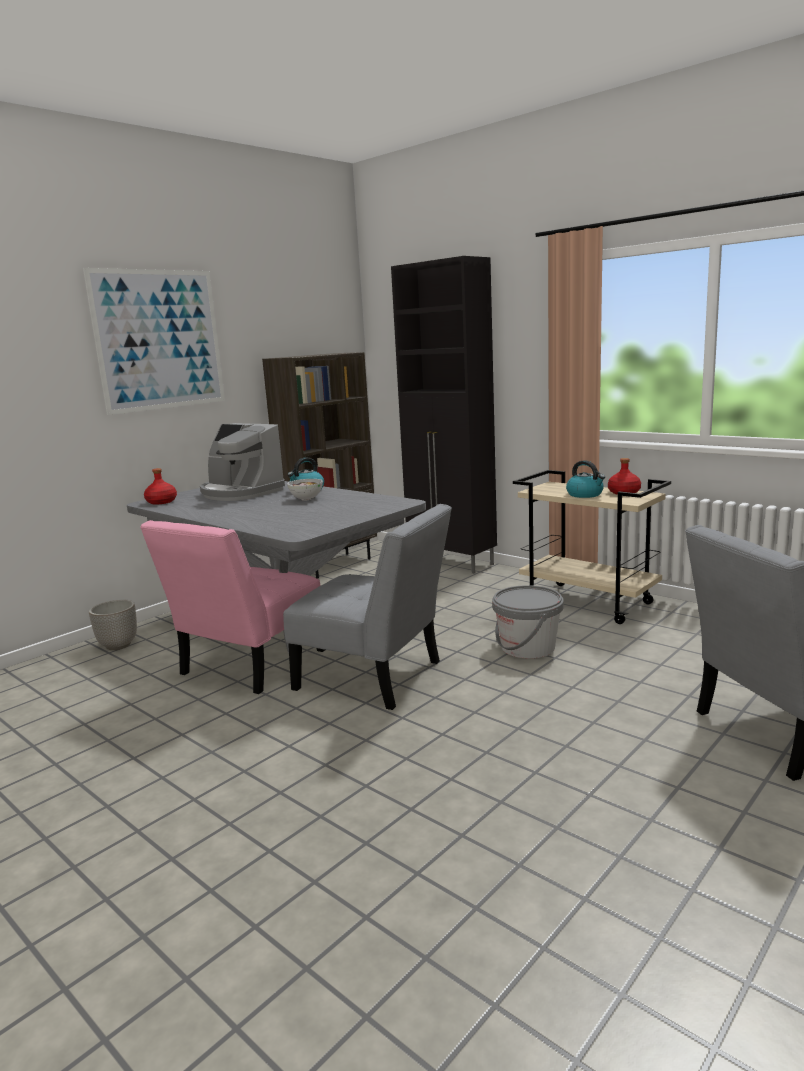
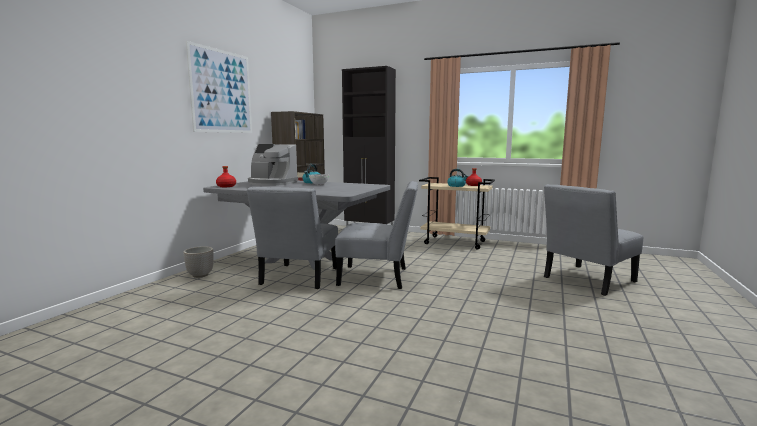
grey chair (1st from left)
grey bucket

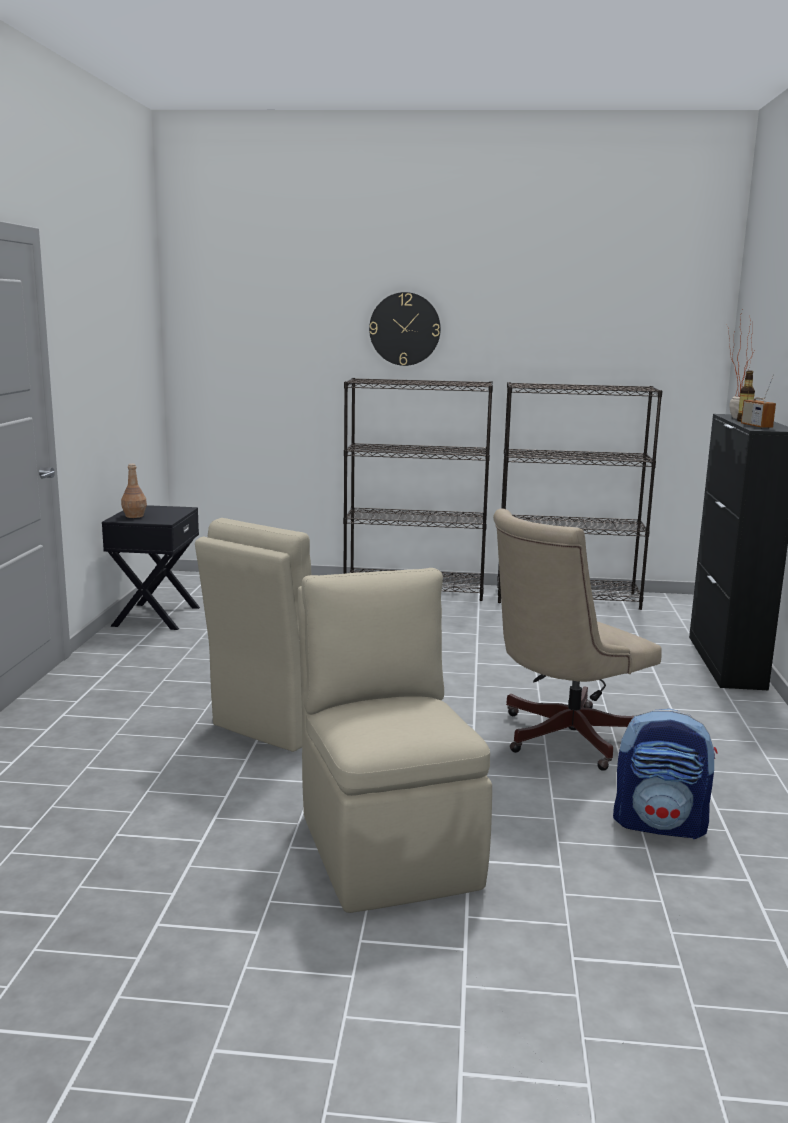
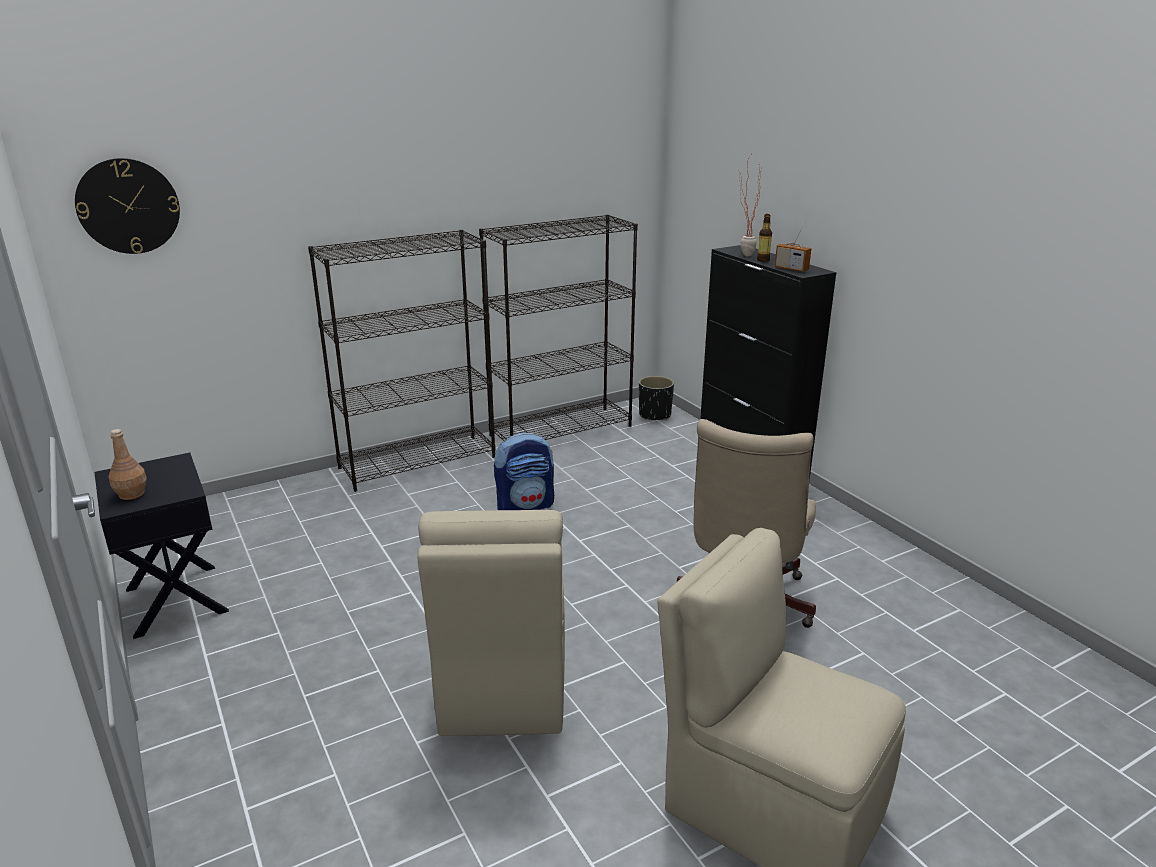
wall clock
backpack
black planter

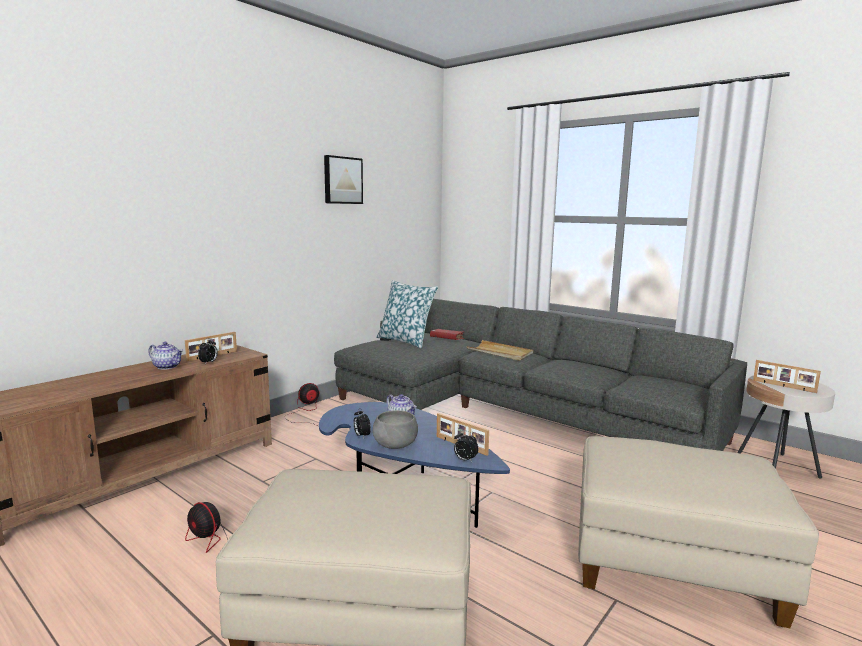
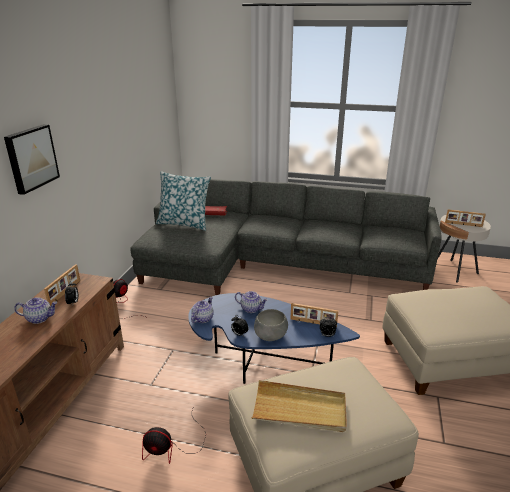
picture
teapot (2nd from left)
beige tray

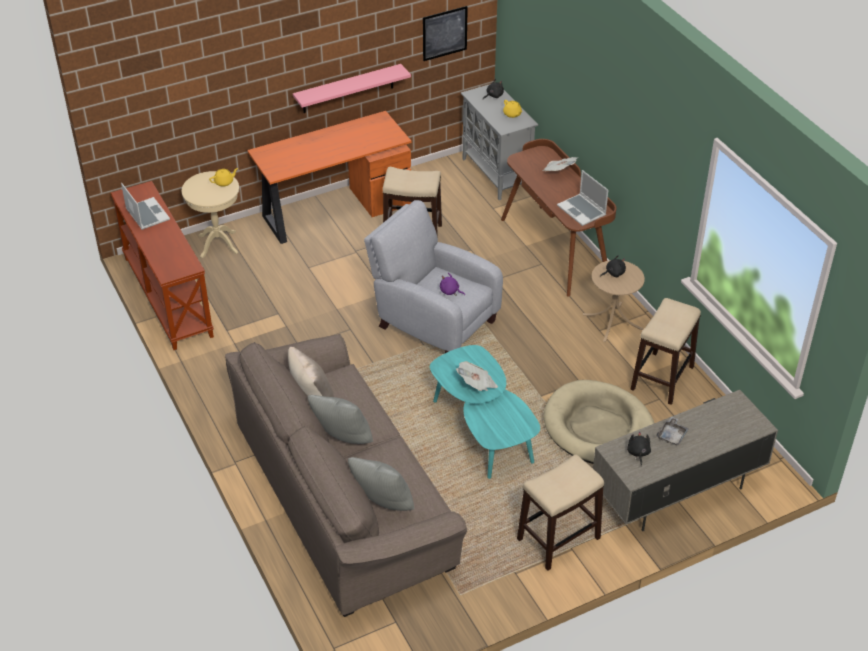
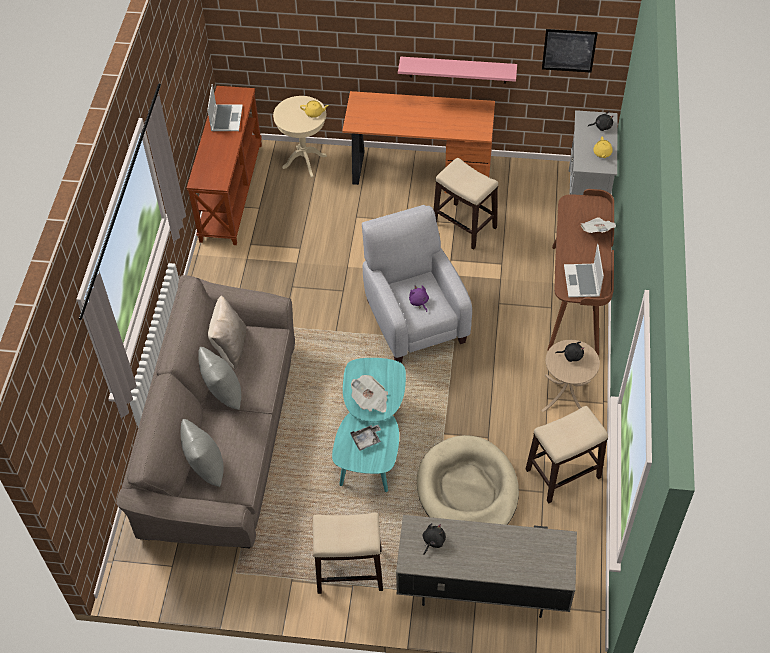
grey tray

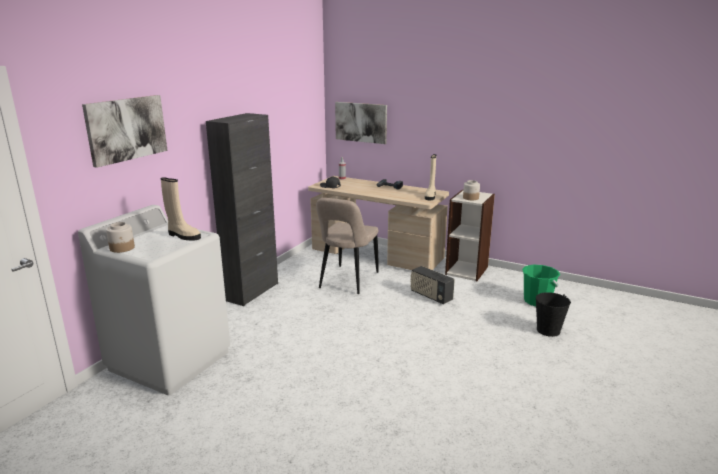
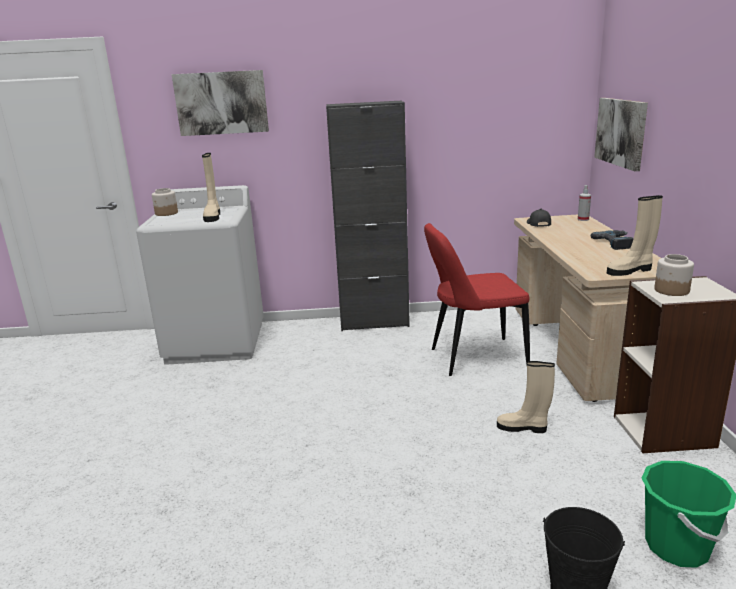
red chair
beige boot (2nd from left)

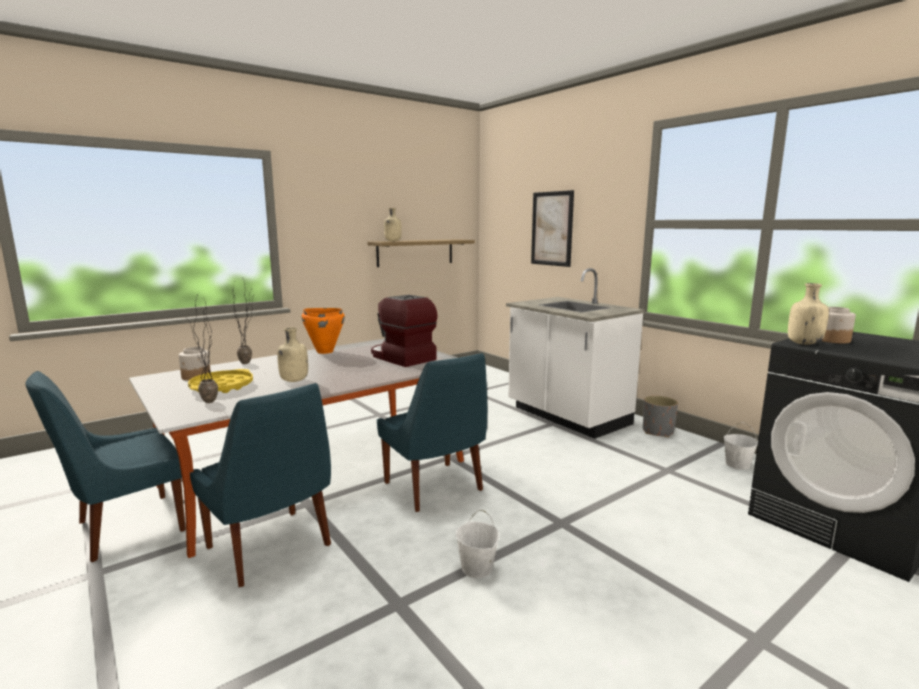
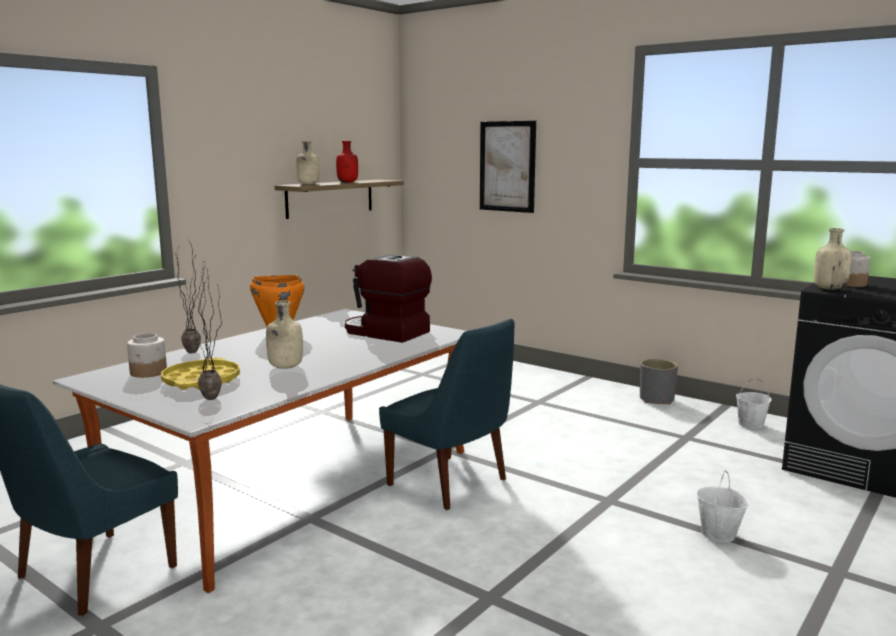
red bottle
white bucket (1st from left)
blue chair (2nd from left in the first image)
white counter

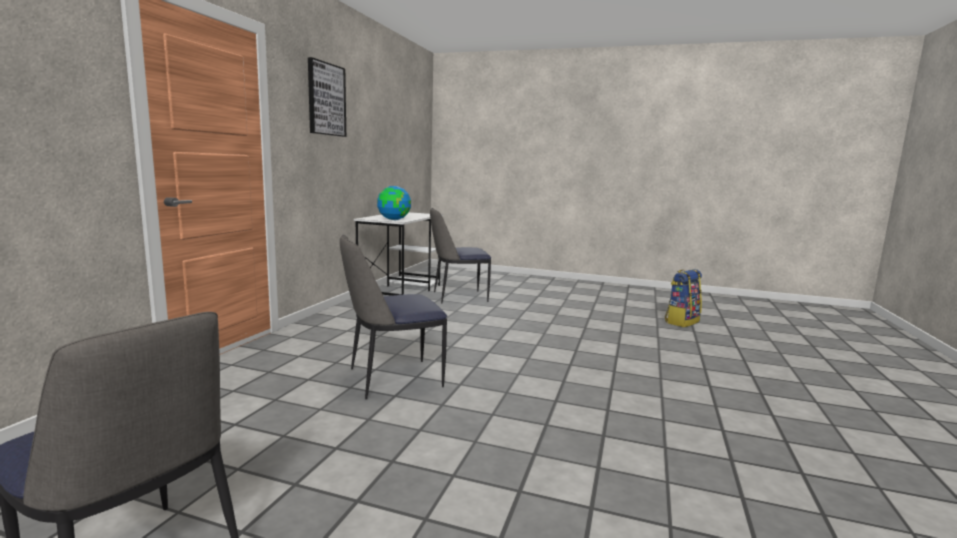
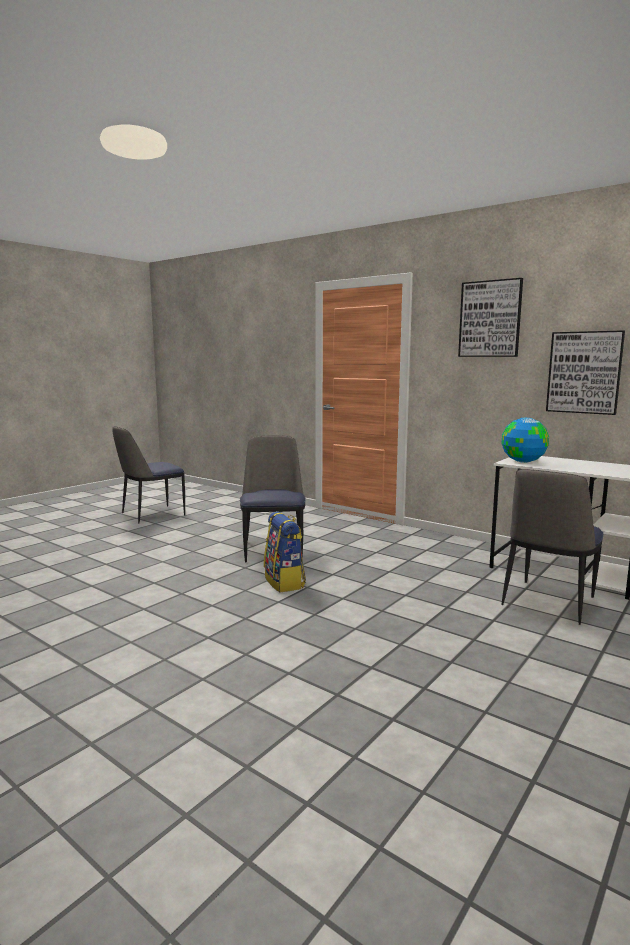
backpack
chair (3rd from left)
picture (2nd from left)

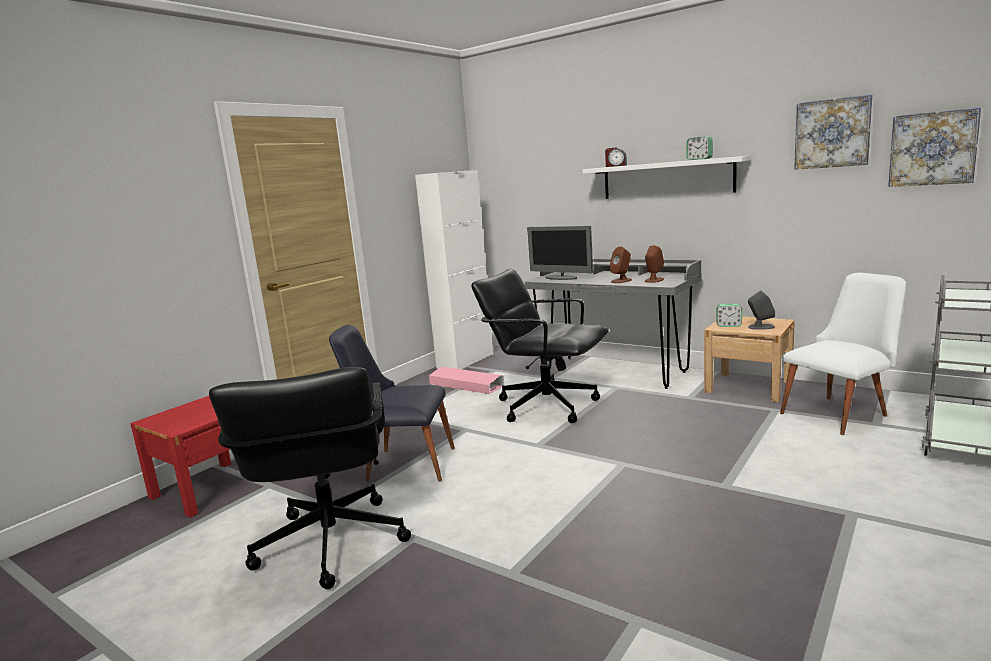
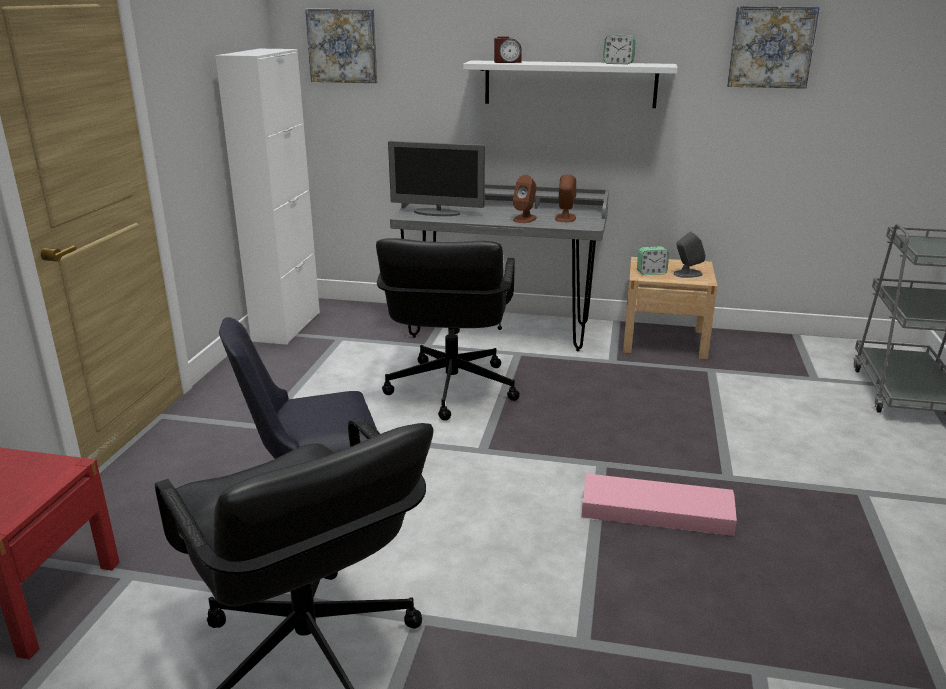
picture (1st from left)
black office chair (2nd from left)
pink storage box
white chair

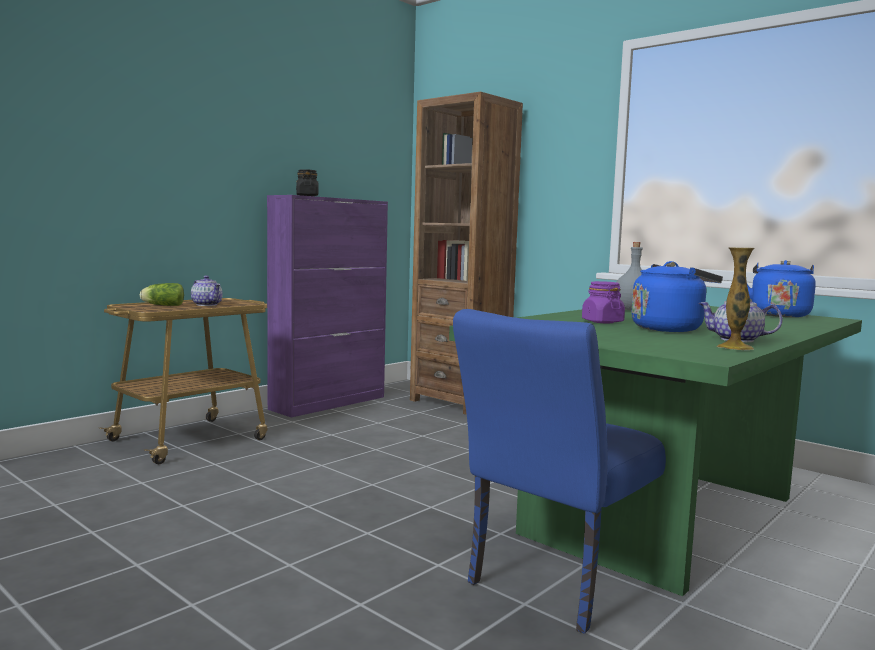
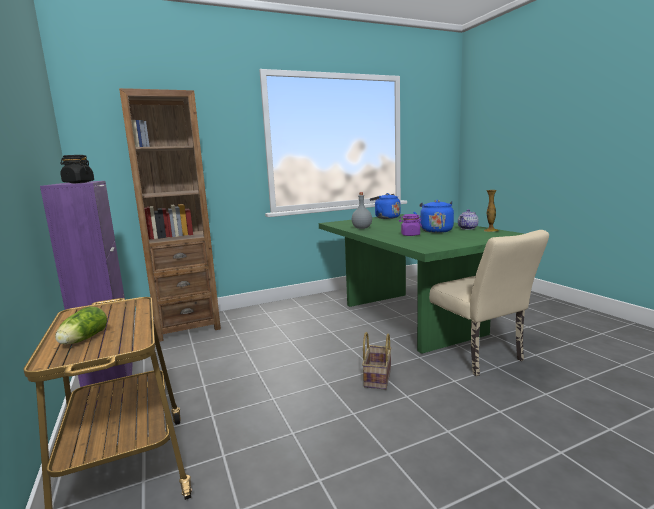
basket
beige chair
teapot (1st from left in the first image)

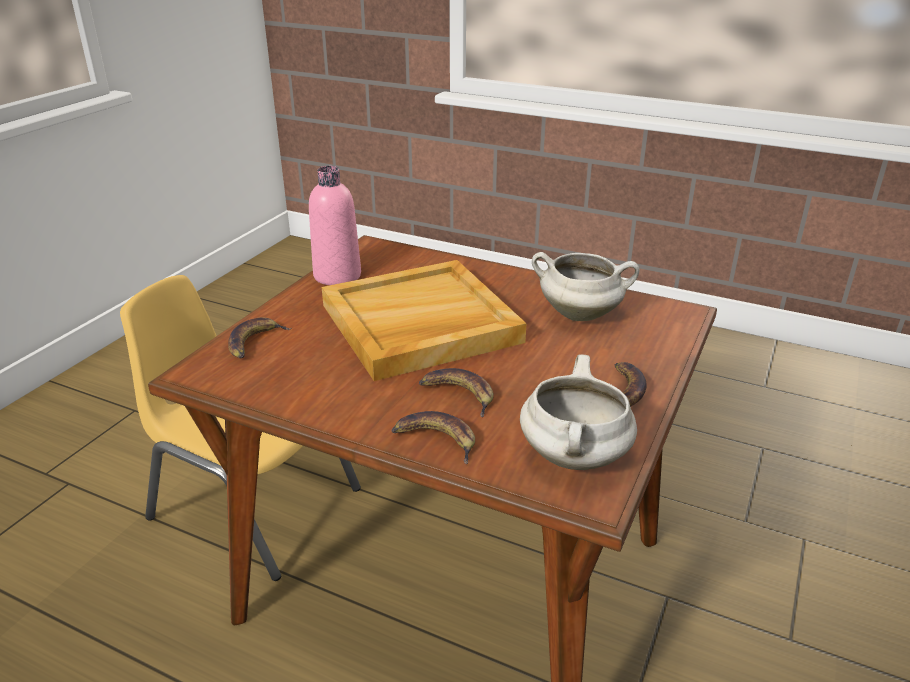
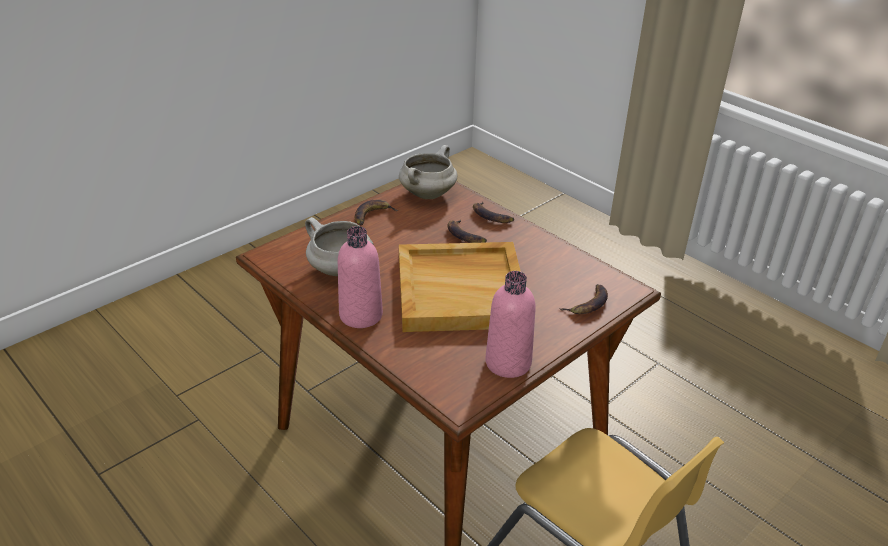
pink bottle (1st from left)

